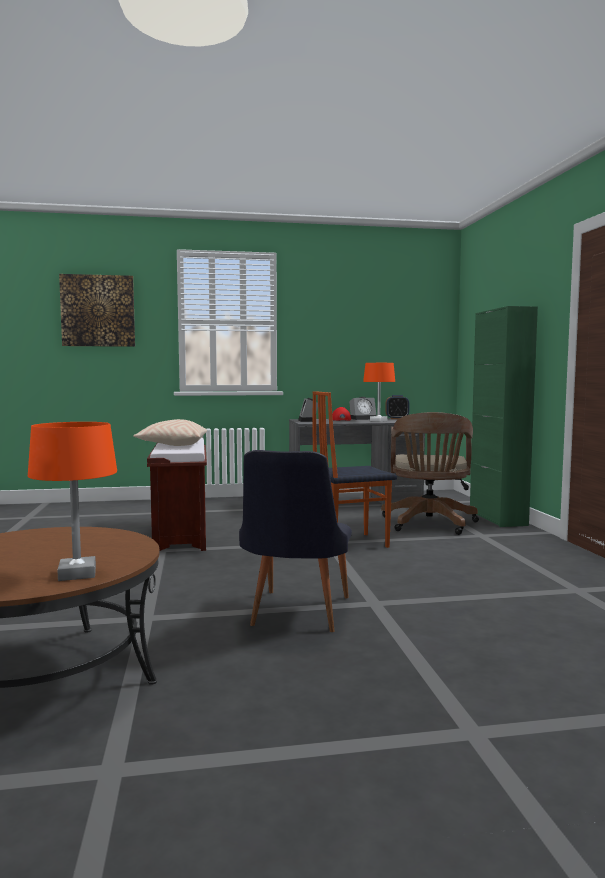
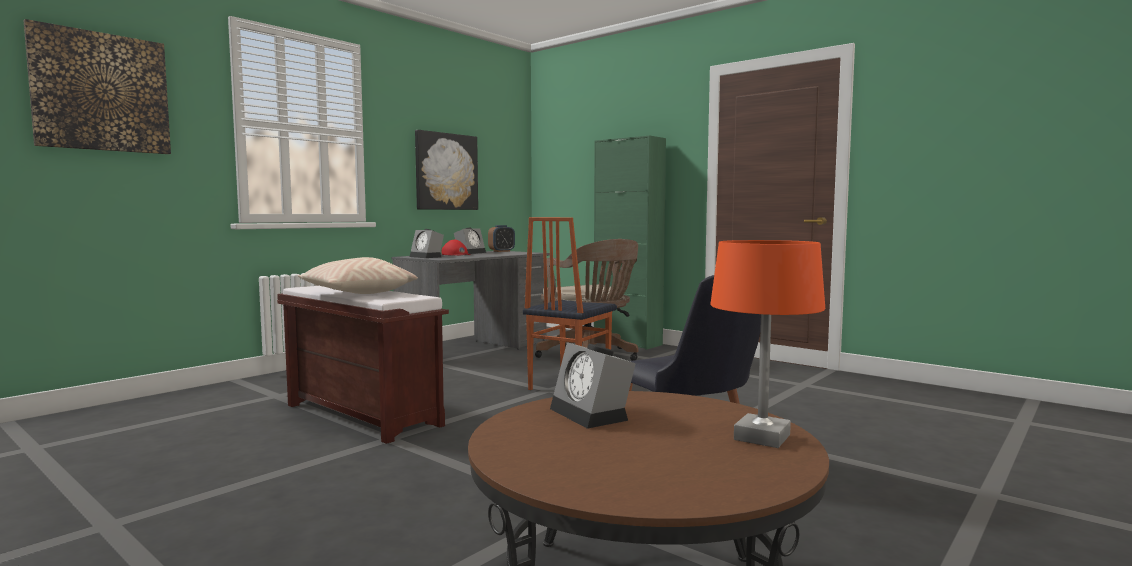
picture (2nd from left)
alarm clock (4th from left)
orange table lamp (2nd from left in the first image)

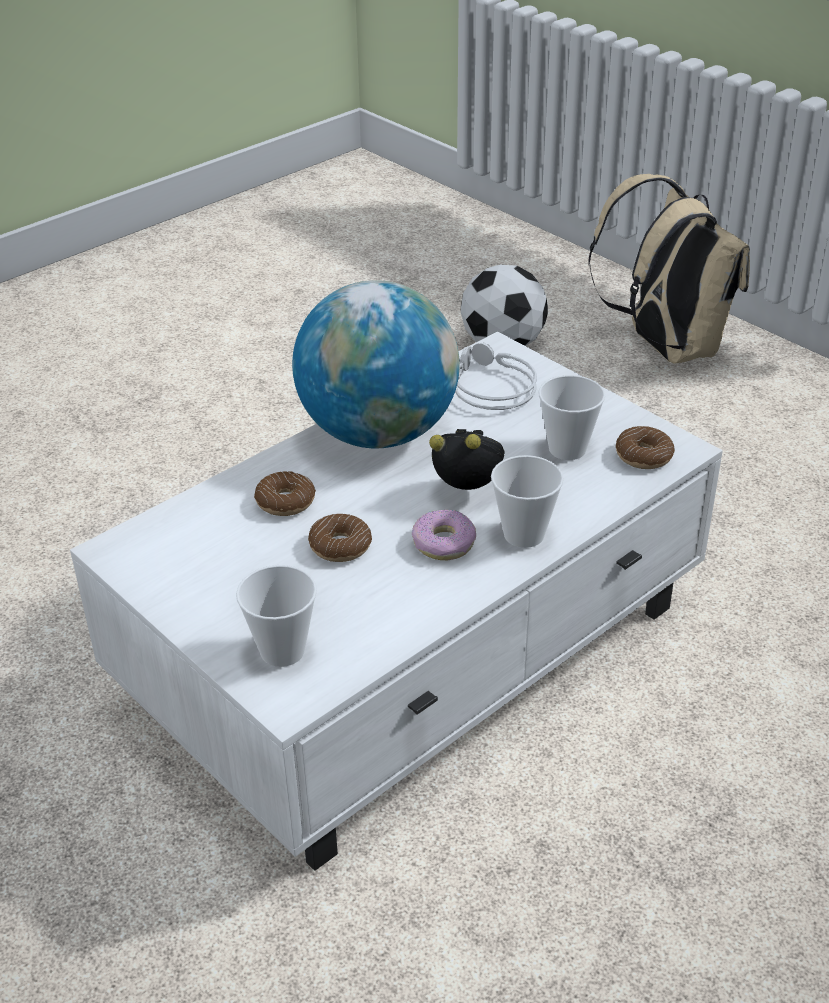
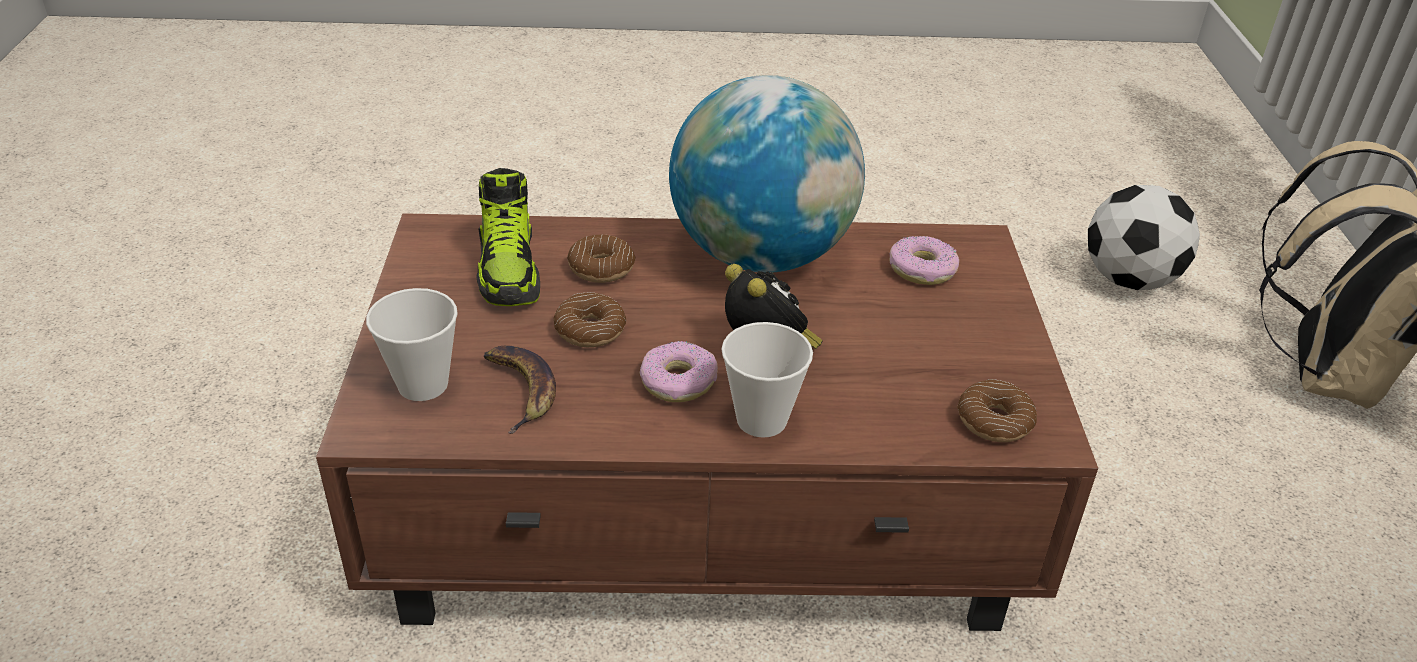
brown coffee table
shoe
banana
donut (4th from left)
cup (3rd from left in the first image)

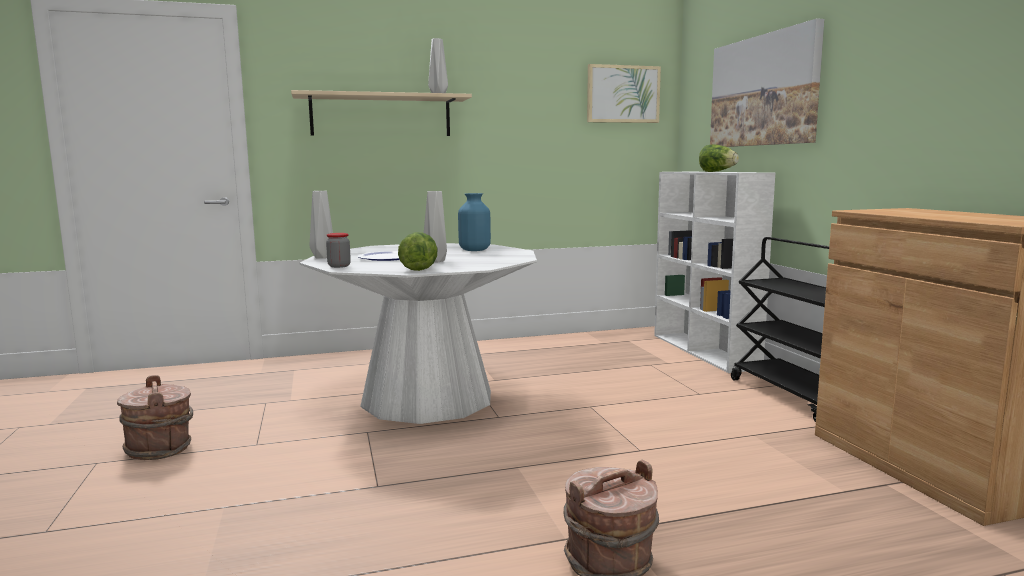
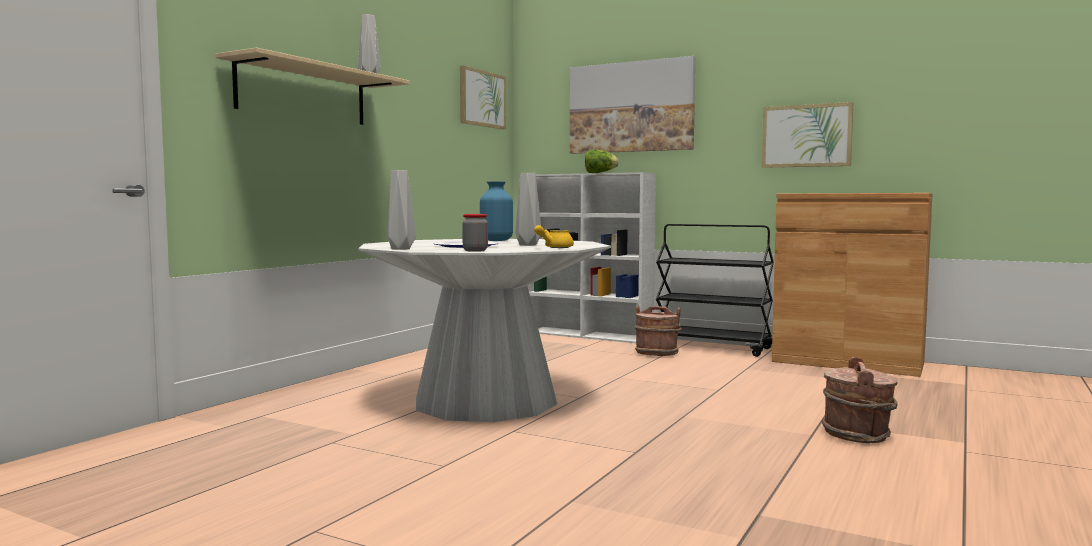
yellow teapot
brown bucket (1st from left)
picture (3rd from left)

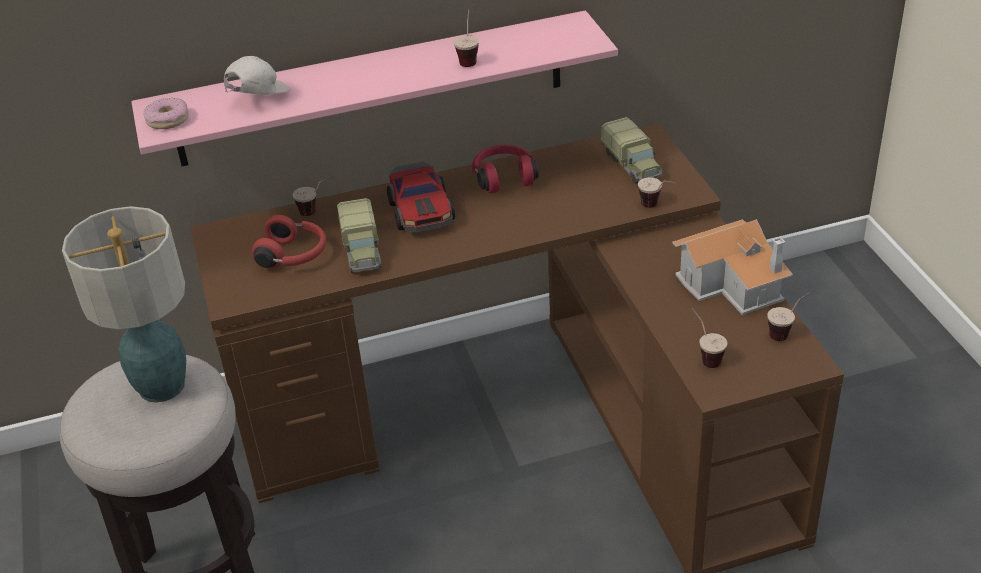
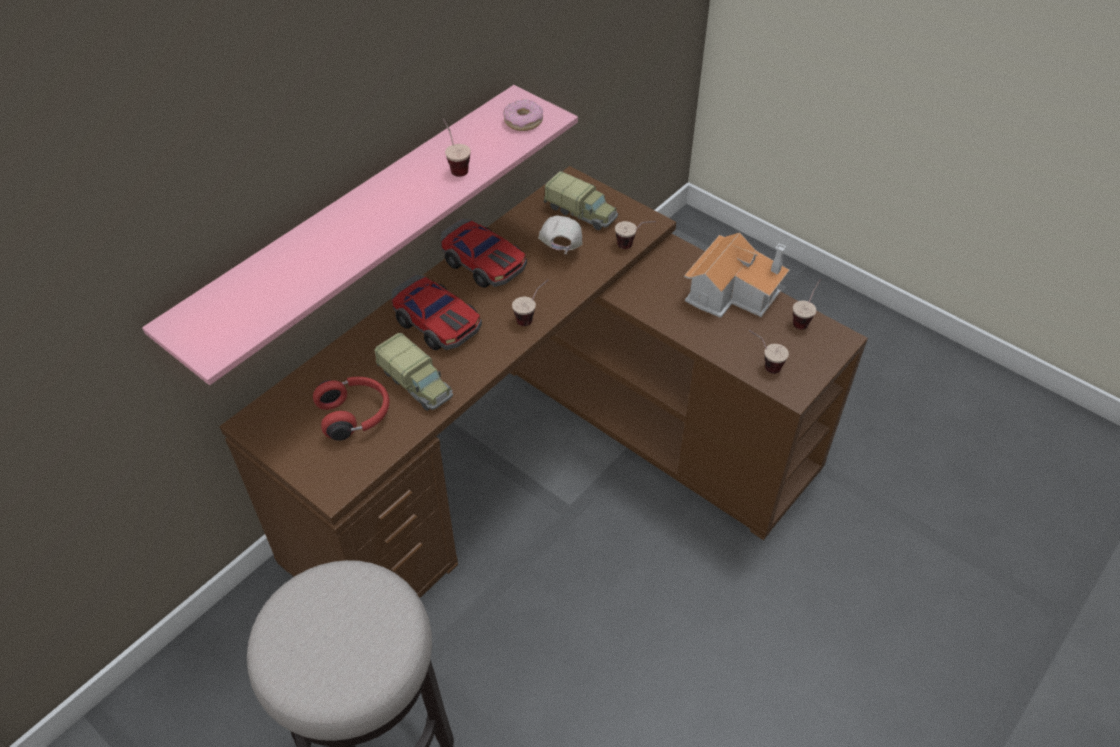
toy car (2nd from left)
donut
cup (2nd from left)
white cap
table lamp

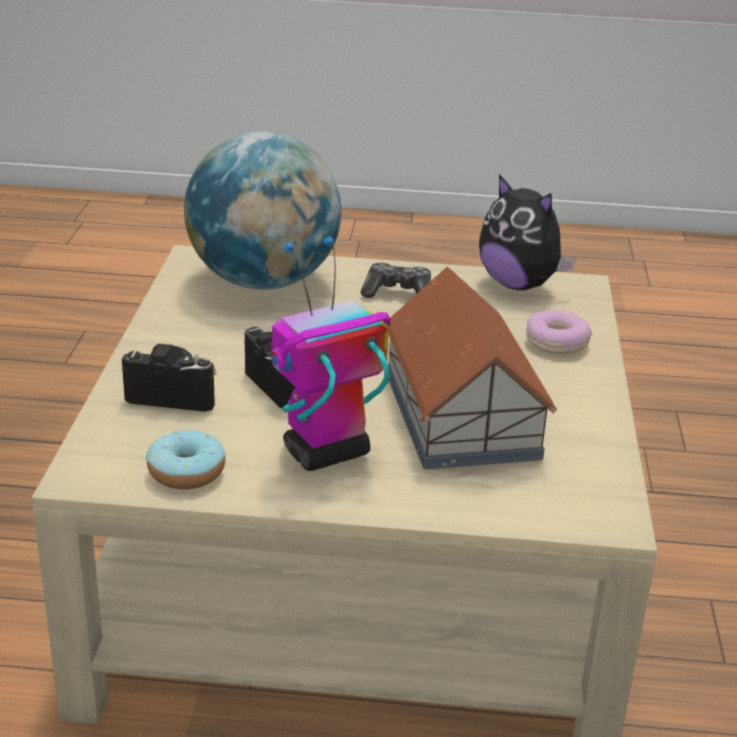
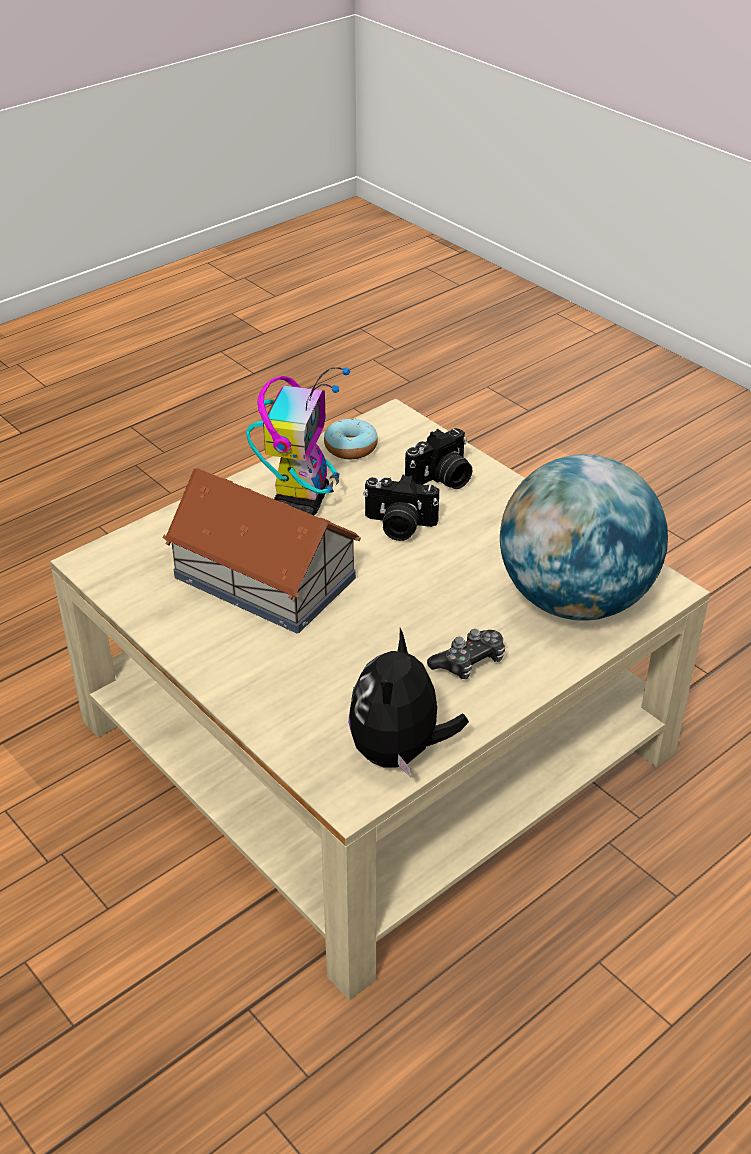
plush toy
donut (2nd from left in the first image)

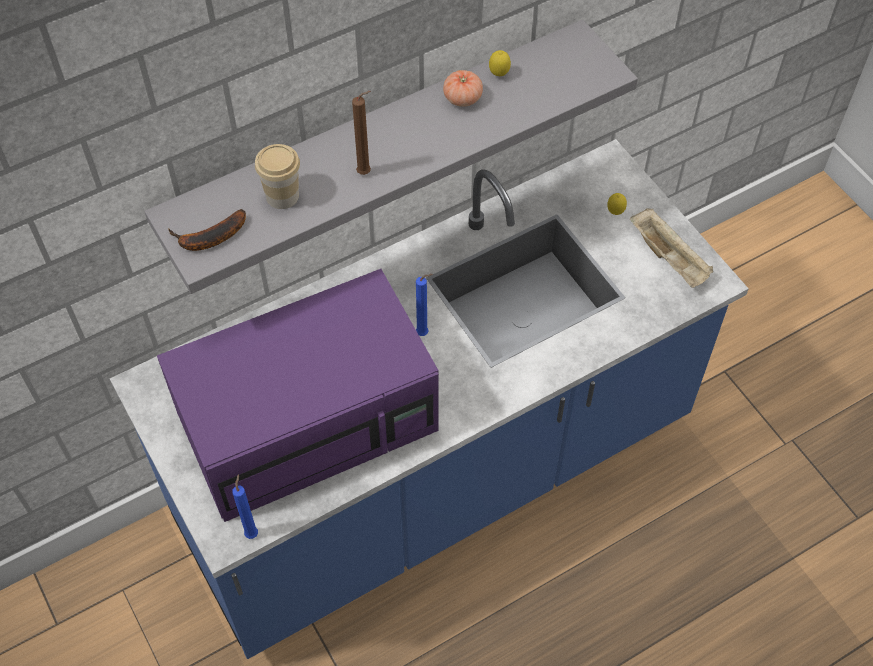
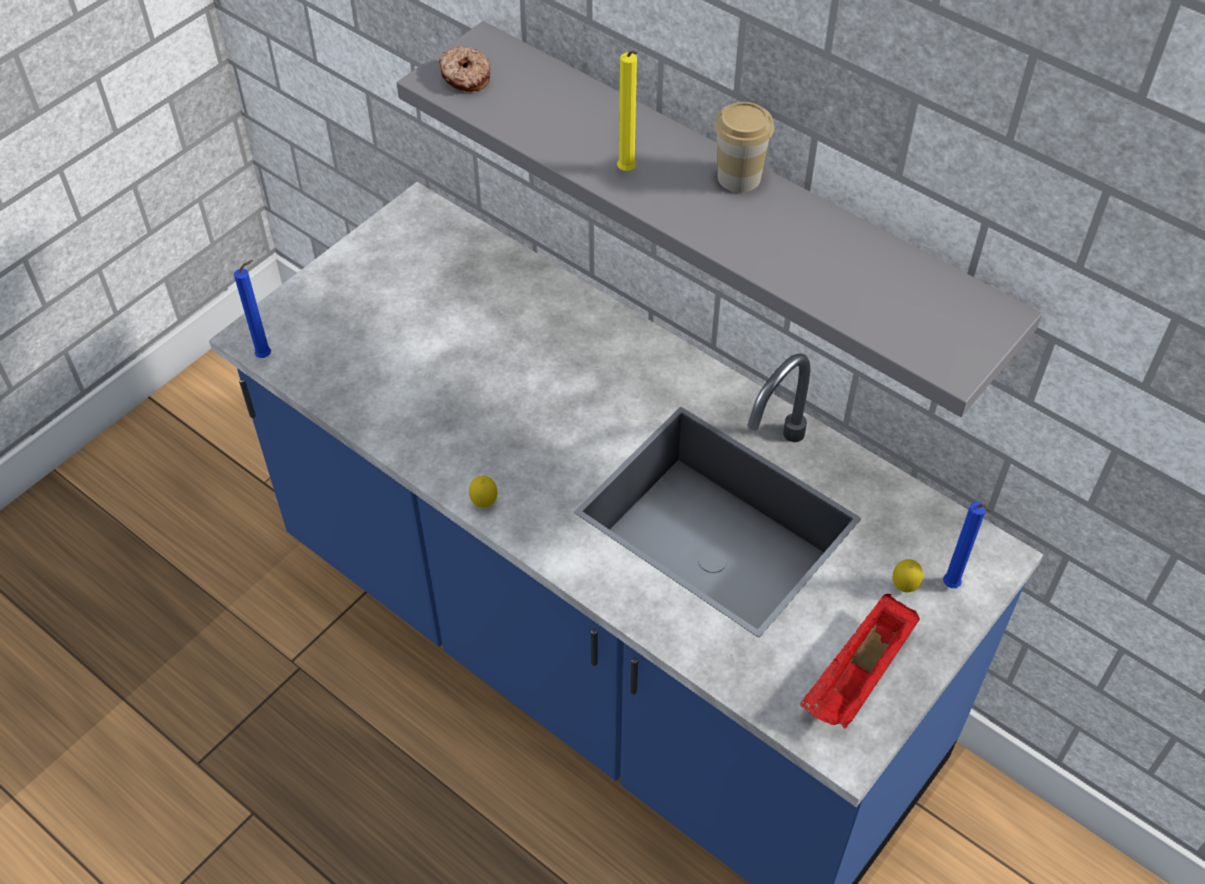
donut
lemon (1st from left)
yellow candle
cup
red tray
blue candle (2nd from left)
purple microwave
tomato

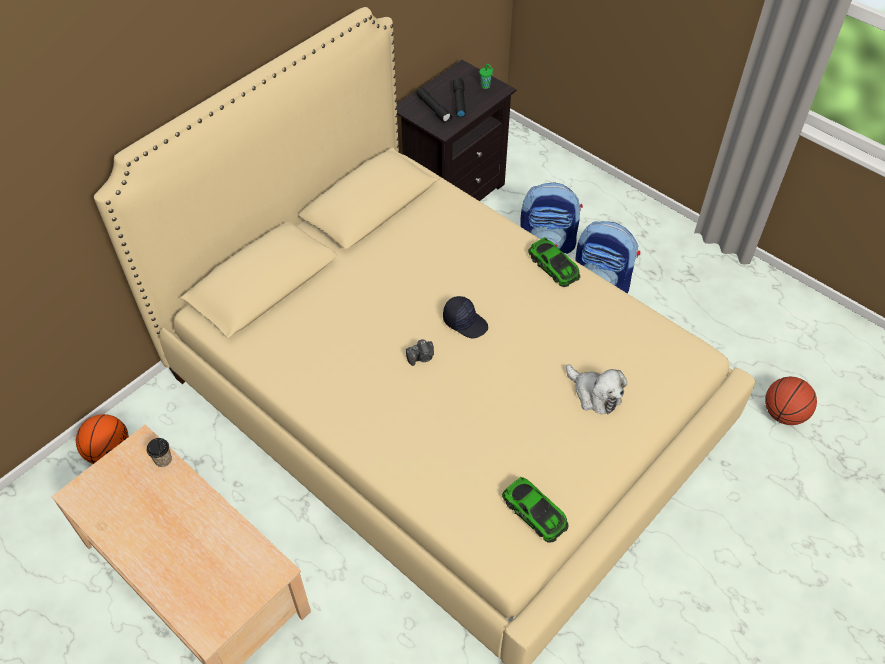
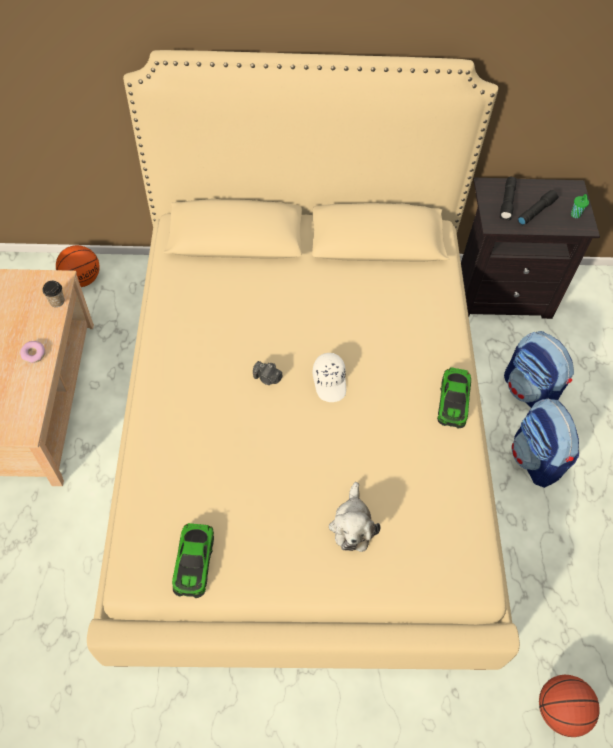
donut
white cap

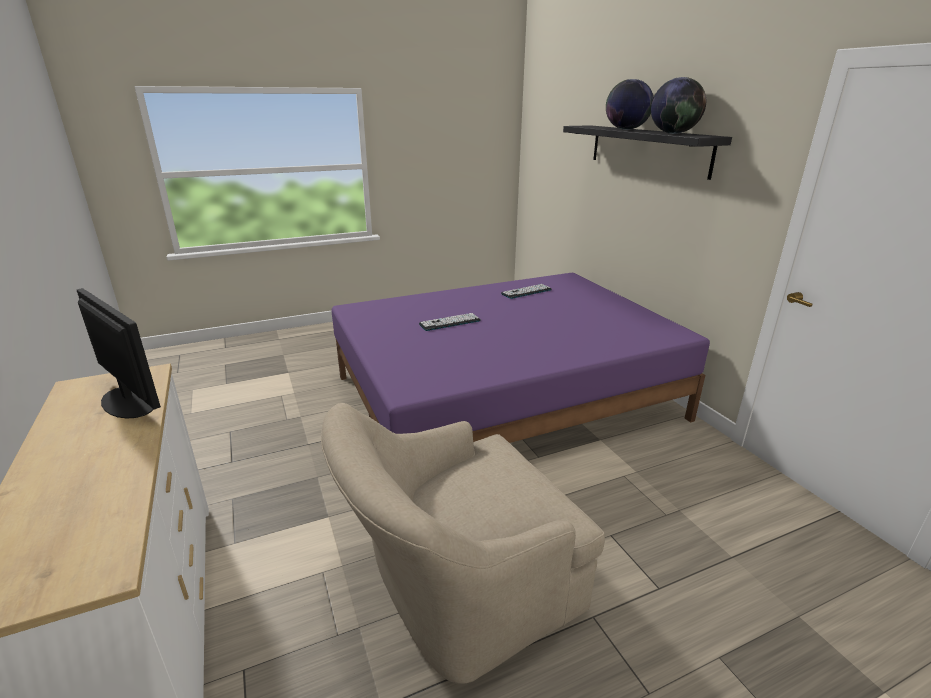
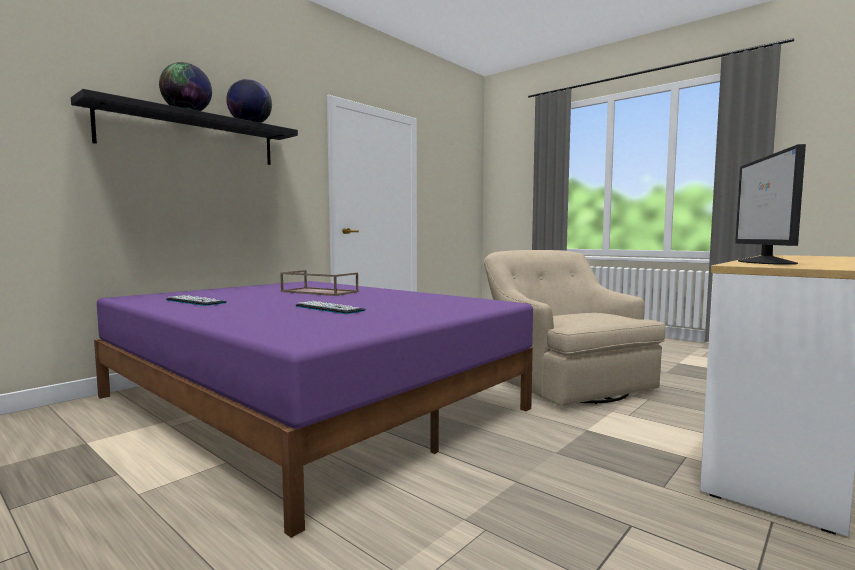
brown tray
beige armchair

